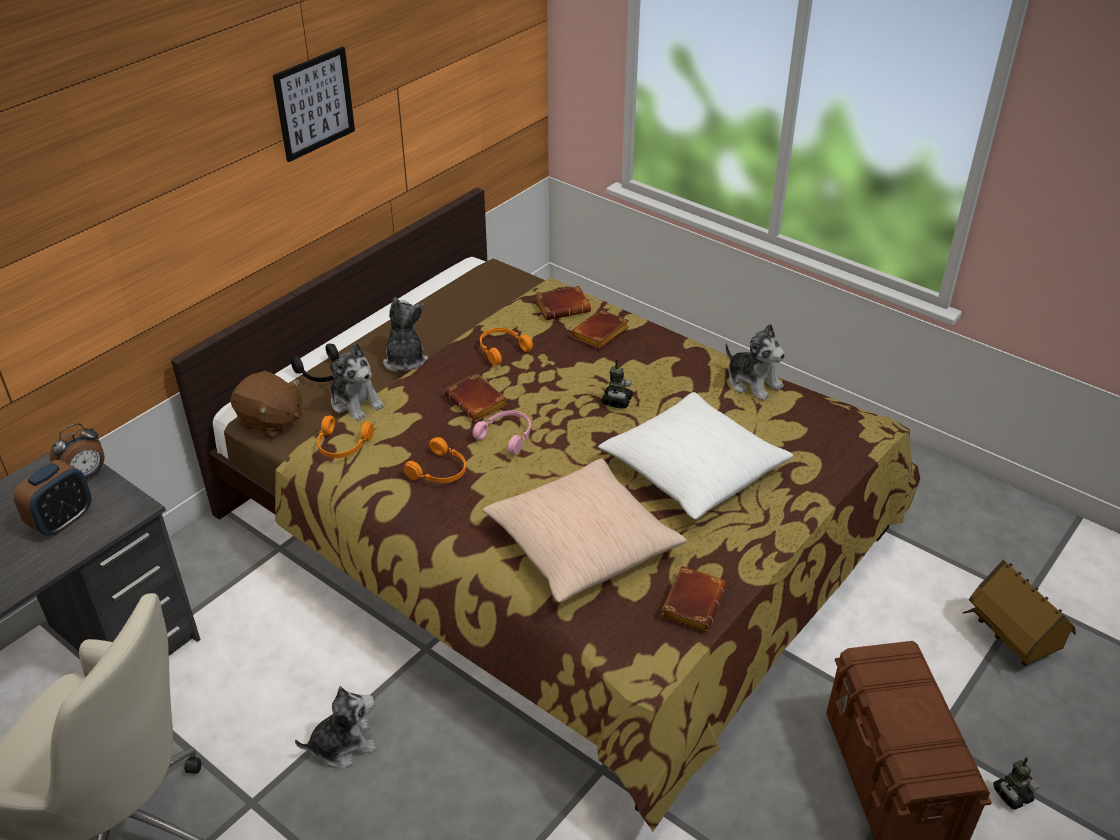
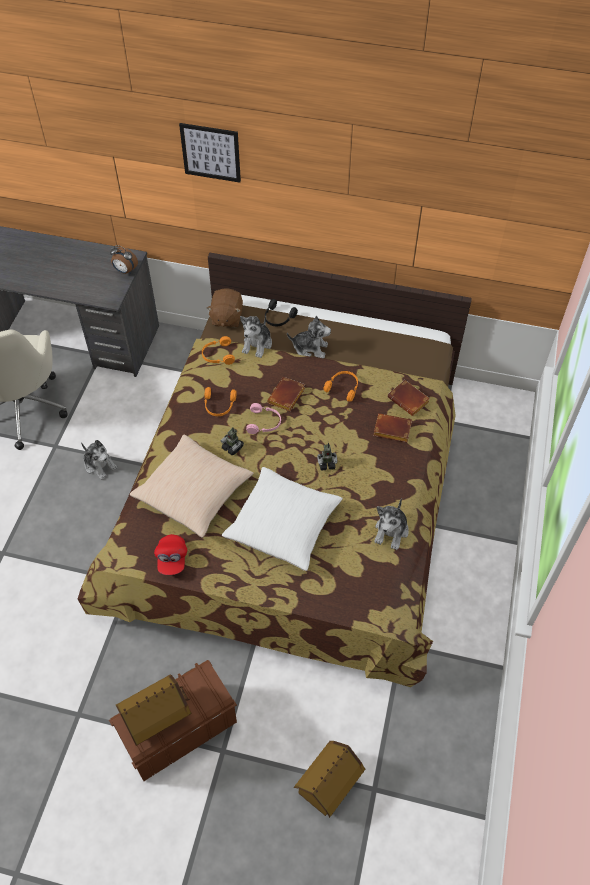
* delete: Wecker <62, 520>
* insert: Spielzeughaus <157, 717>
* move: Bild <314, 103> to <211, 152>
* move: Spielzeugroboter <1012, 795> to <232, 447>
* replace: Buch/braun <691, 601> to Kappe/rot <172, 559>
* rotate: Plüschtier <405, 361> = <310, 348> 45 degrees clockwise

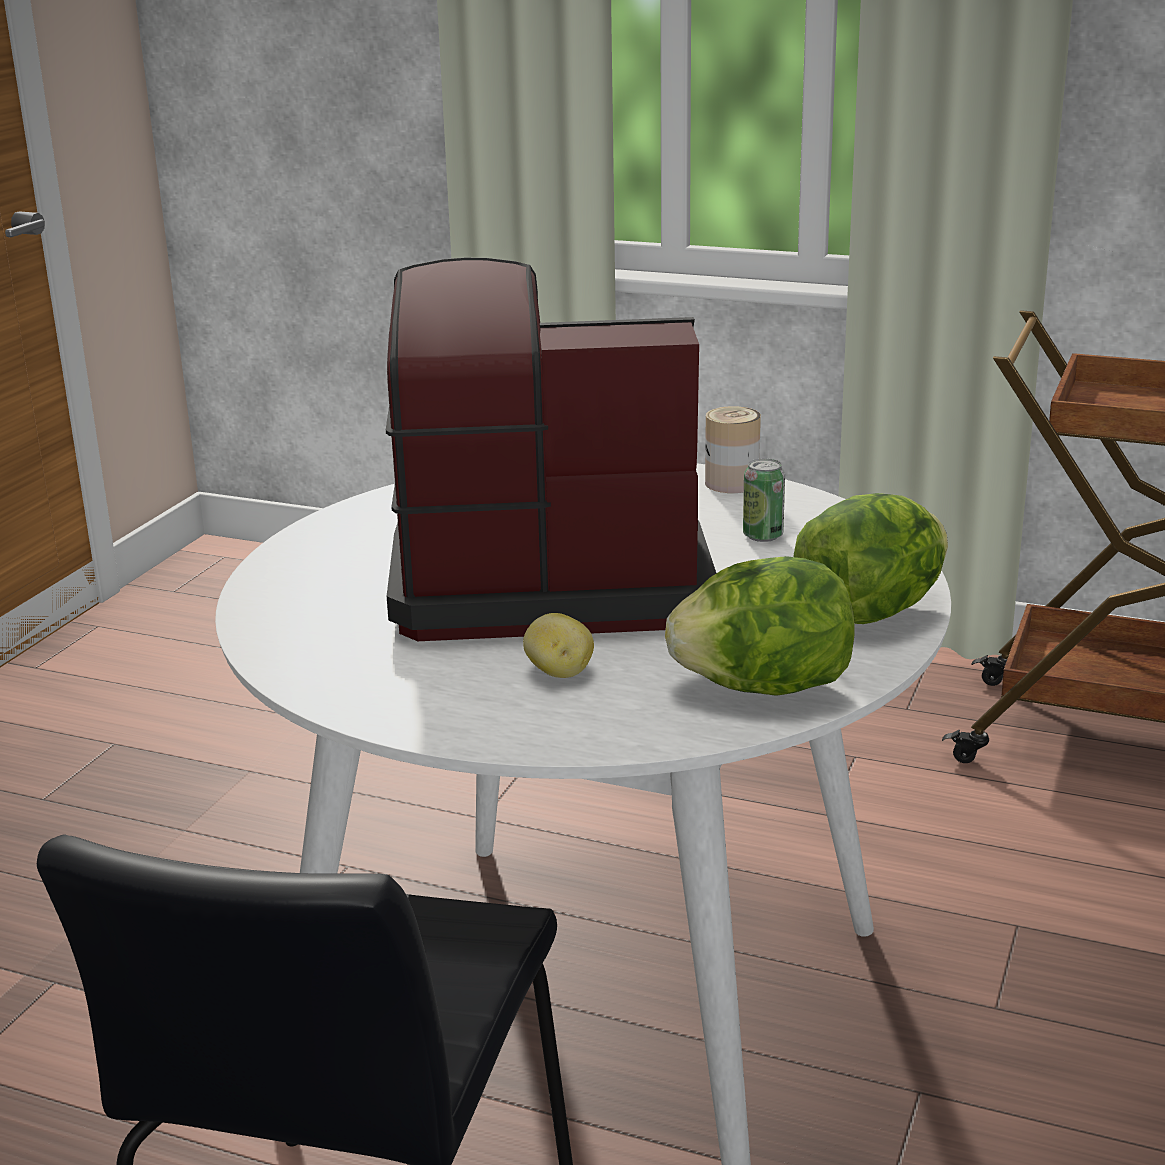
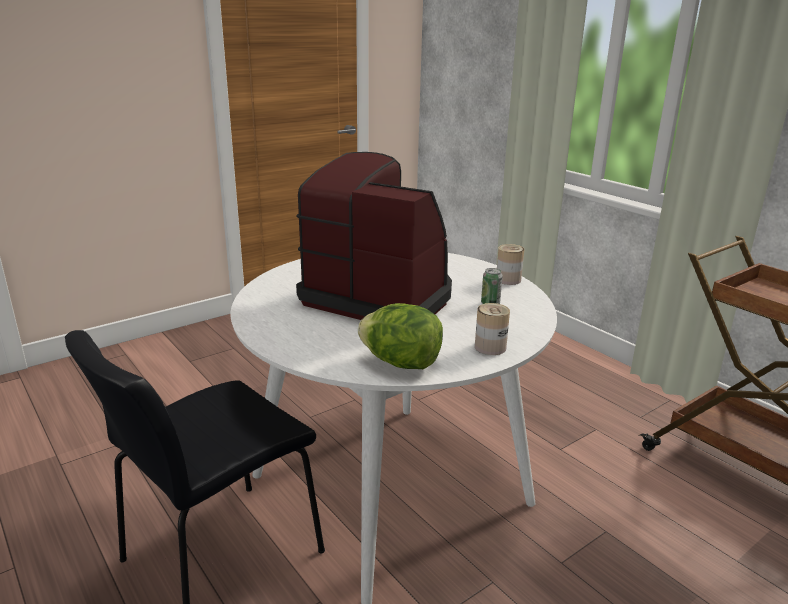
* delete: Kartoffel <558, 672>
* replace: Salatkopf <870, 612> to Dose <490, 347>

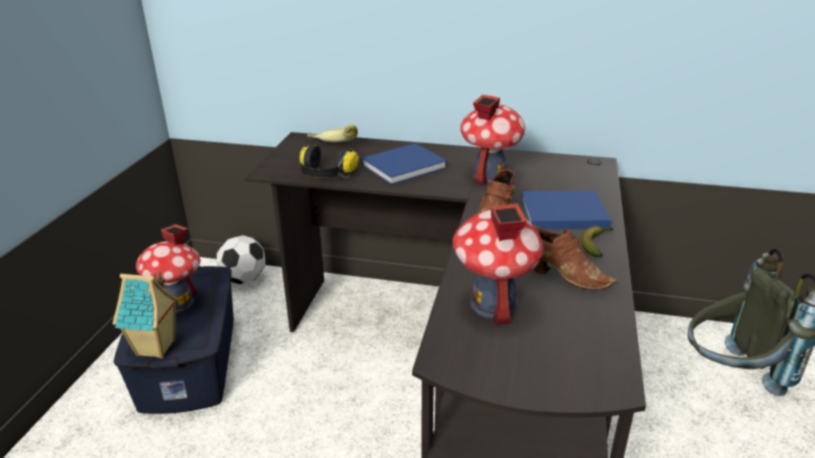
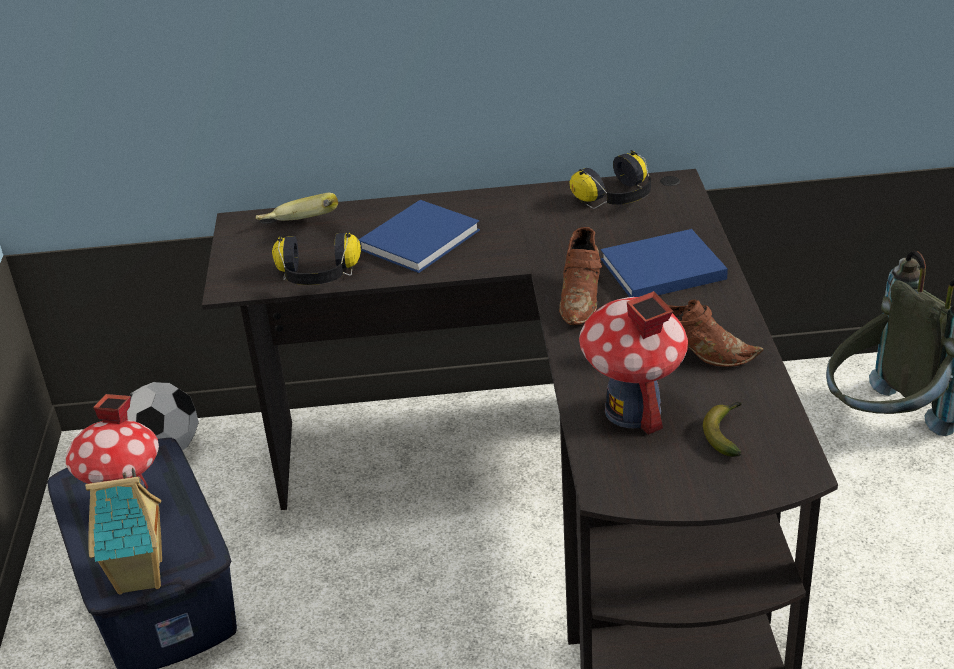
* delete: Spielzeughaus <489, 175>
* insert: Kopfhörer <617, 198>
* move: Banane <597, 244> to <726, 433>

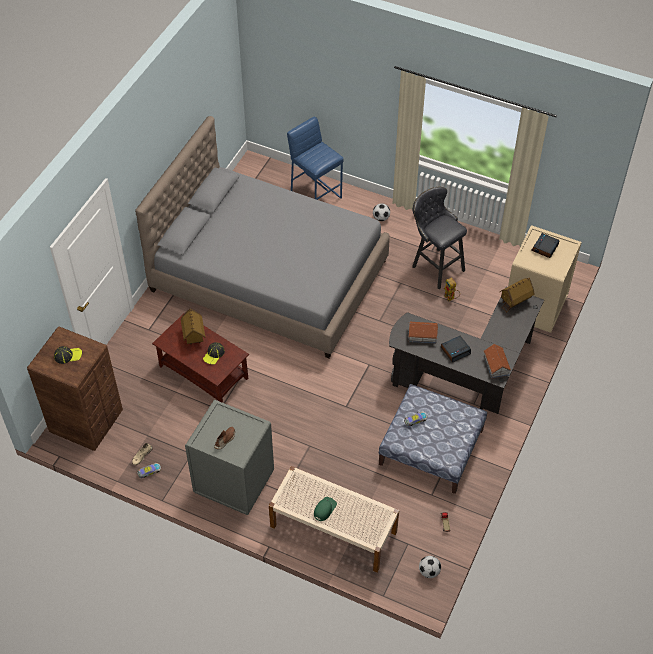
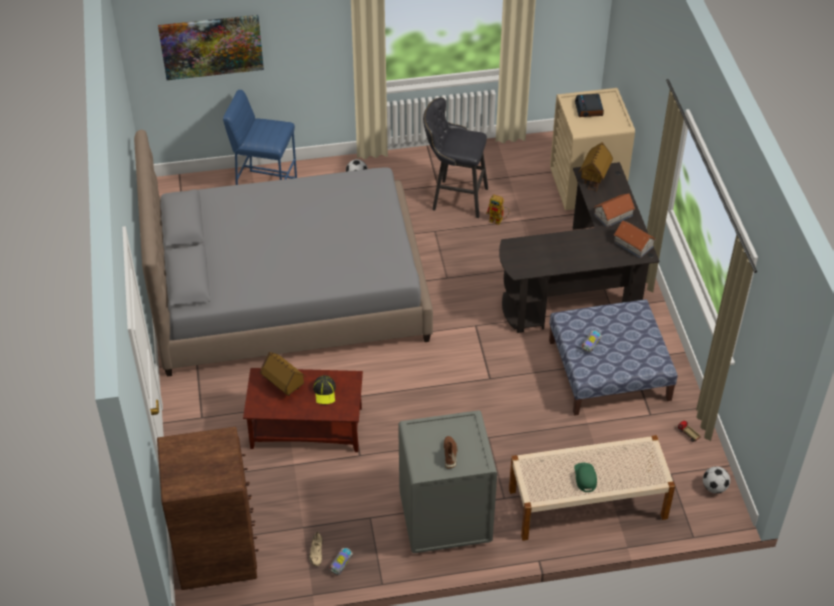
* delete: Kappe <68, 355>
* delete: Wecker <455, 350>
* insert: Bild <211, 46>
* move: Spielzeughaus <422, 335> to <613, 215>

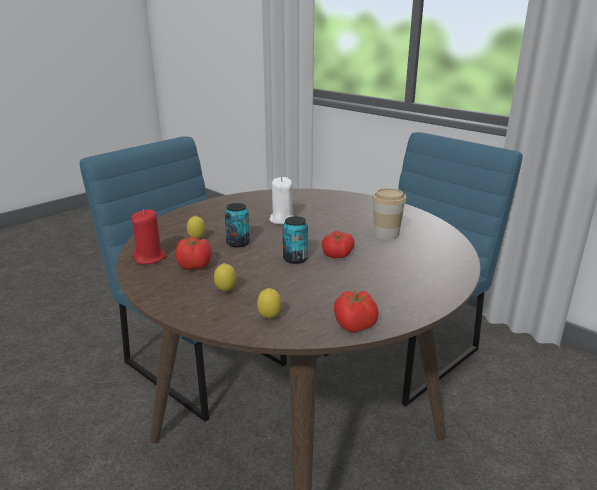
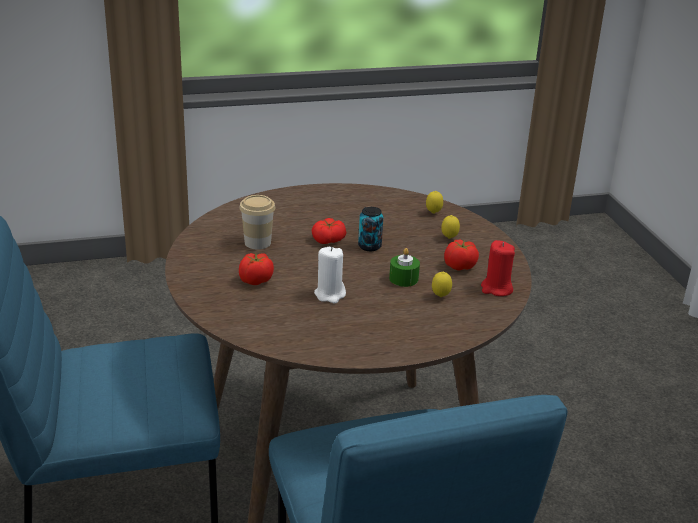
* move: Tomate <355, 326> to <255, 281>
* replace: Dose <238, 243> to Kerze/grün <403, 279>

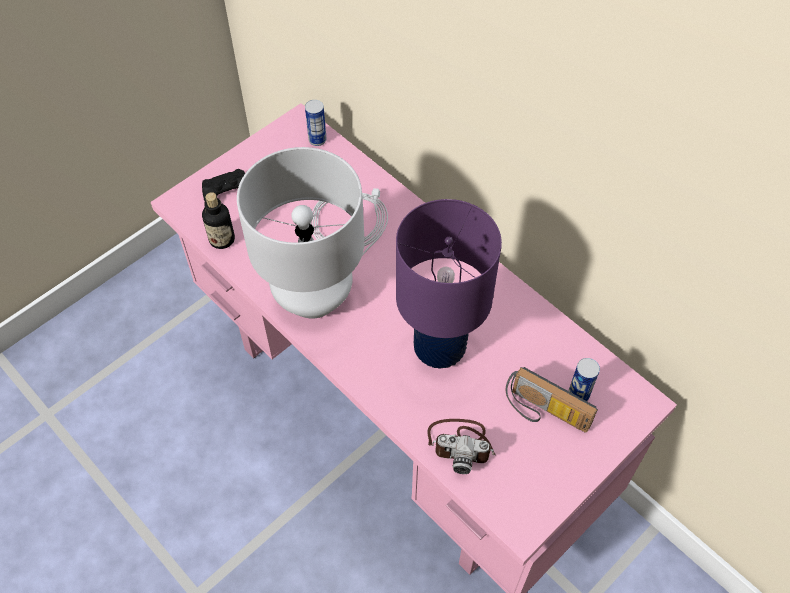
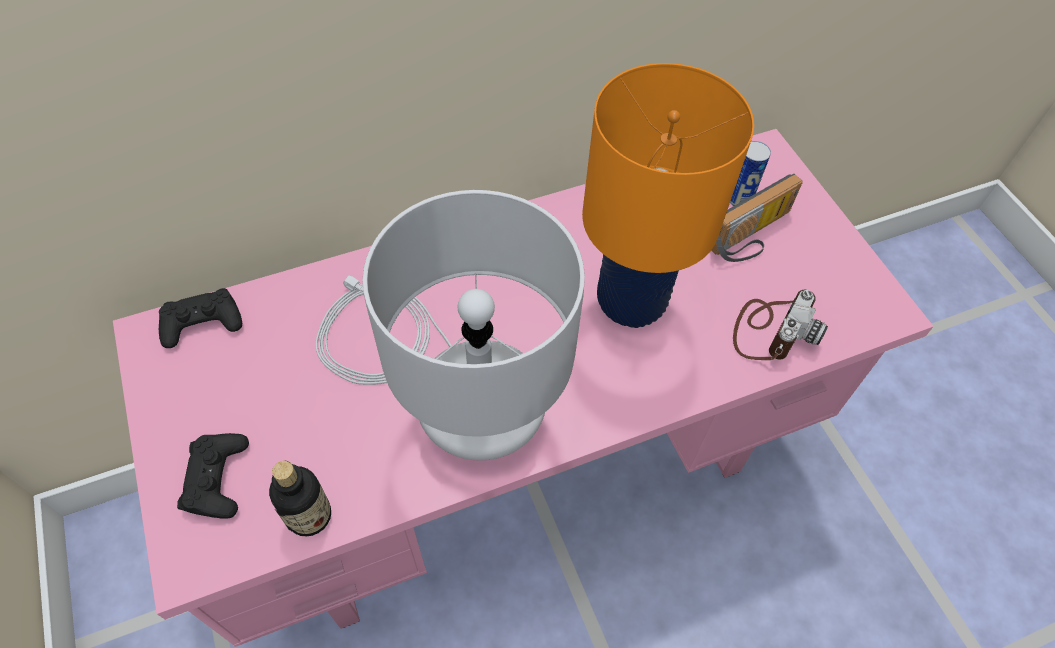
* replace: Dose <317, 140> to Gamepad/schwarz <202, 322>
* recolor: Tischlampe/lila <440, 349> to Tischlampe/orange <631, 303>

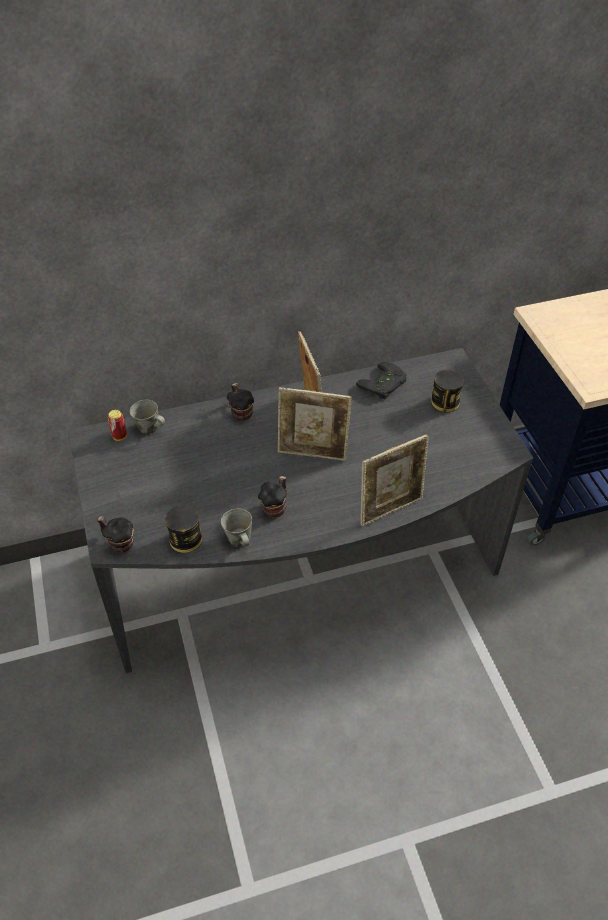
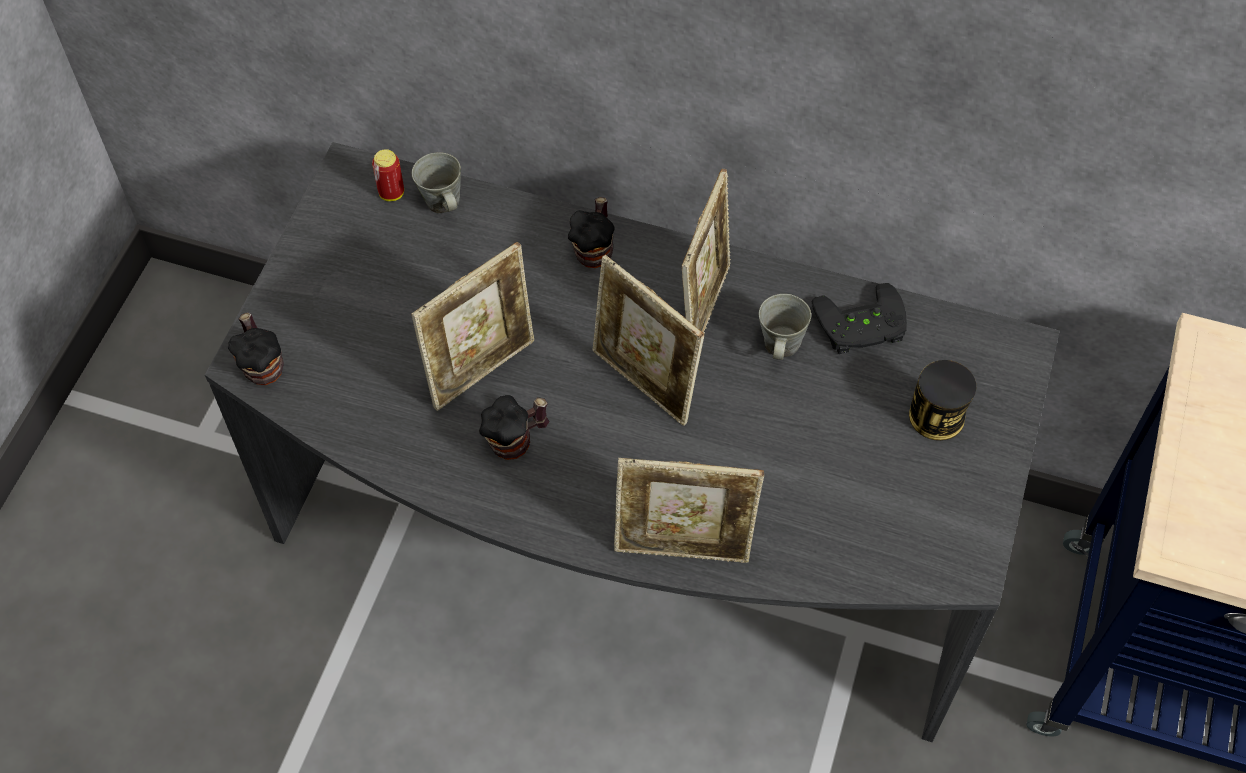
* delete: Dose <185, 539>
* insert: Bilderrahmen <482, 370>
* move: Henkelbecher/grau <239, 540> to <780, 345>

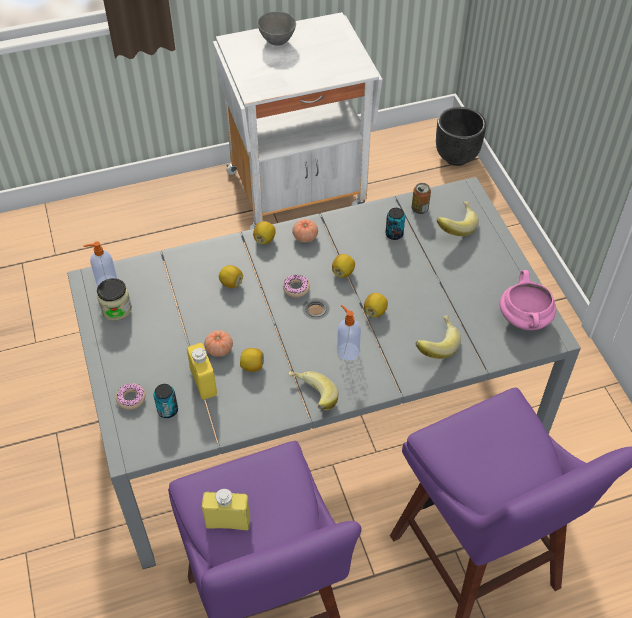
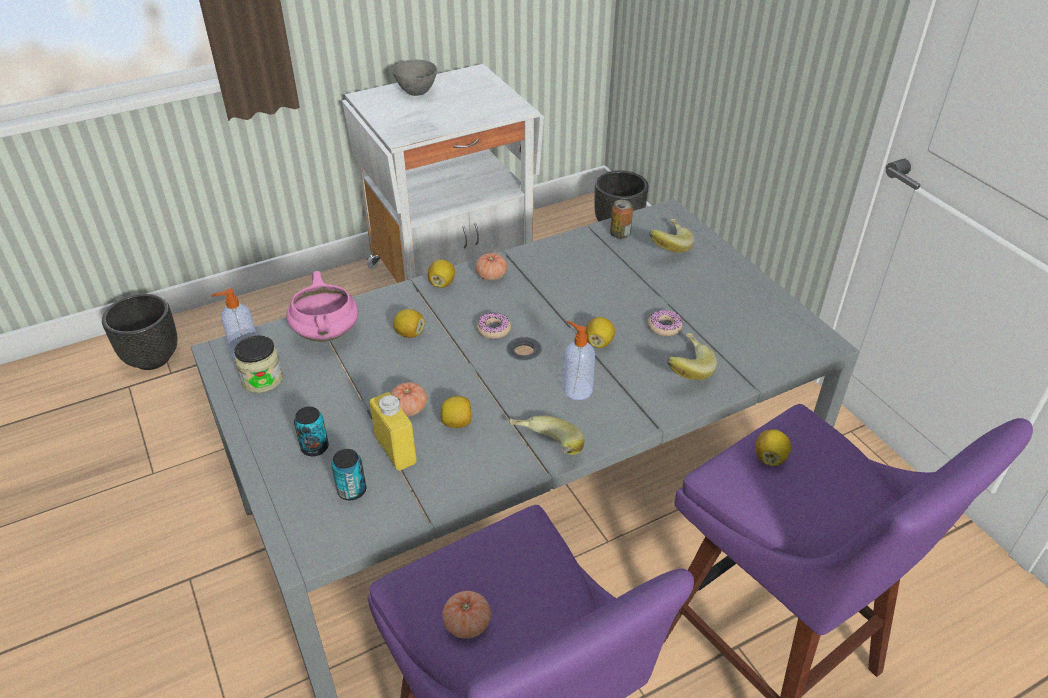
* insert: Pflanzkübel/schwarz <153, 358>
* move: Donut <131, 398> to <664, 327>
* move: Zitrone <343, 272> to <770, 458>
* move: Dose <394, 234> to <315, 447>
* move: Kochtopf/rosa <525, 320> to <327, 334>
* replace: Flasche/gelb <228, 522> to Tomate <467, 623>

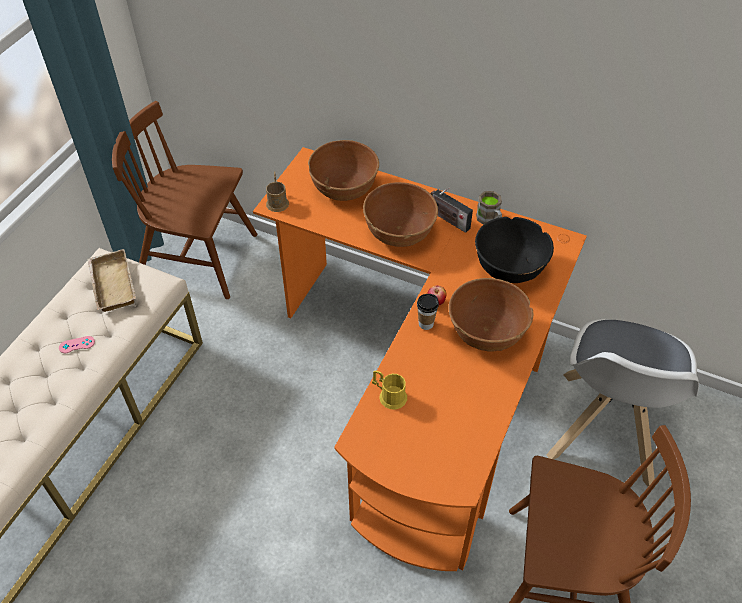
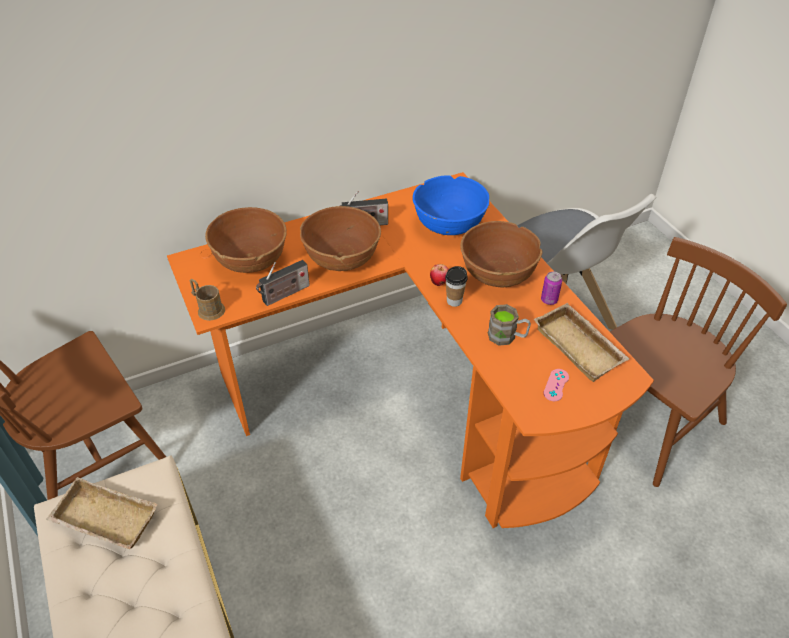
* delete: Henkelbecher/gelb <389, 395>
* insert: Radio <284, 295>
* insert: Tablett/beige <581, 346>
* insert: Dose <549, 300>
* move: Gamepad/rosa <77, 345> to <556, 385>
* move: Henkelbecher/braun <490, 220> to <507, 336>
* recolor: Schüssel/schwarz <509, 267> to Schüssel/blau <449, 224>

